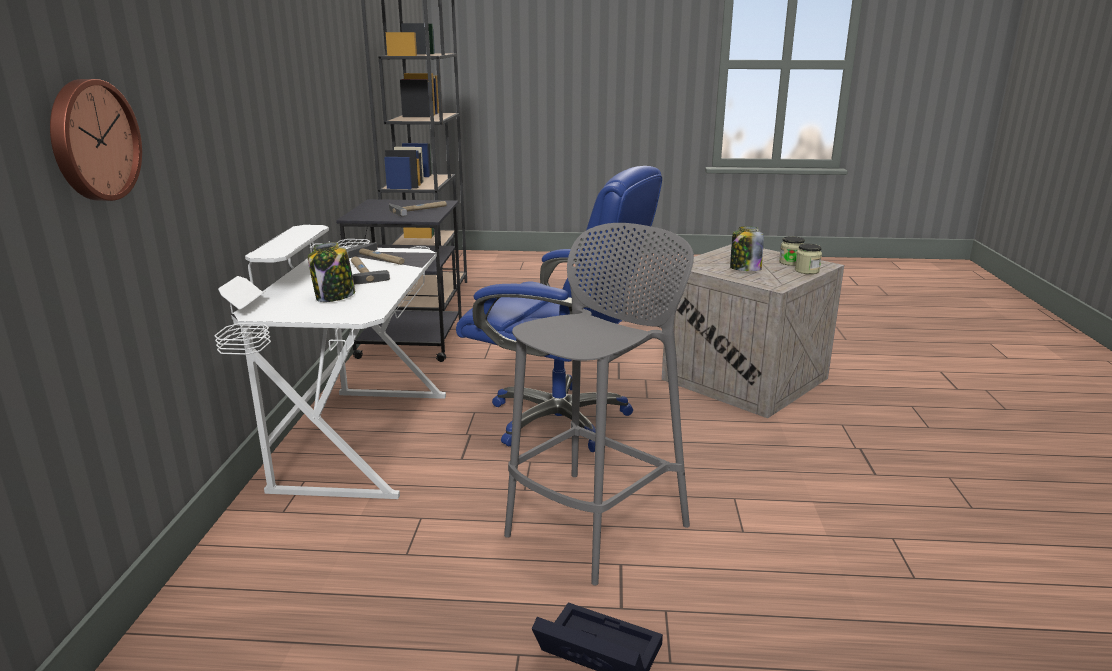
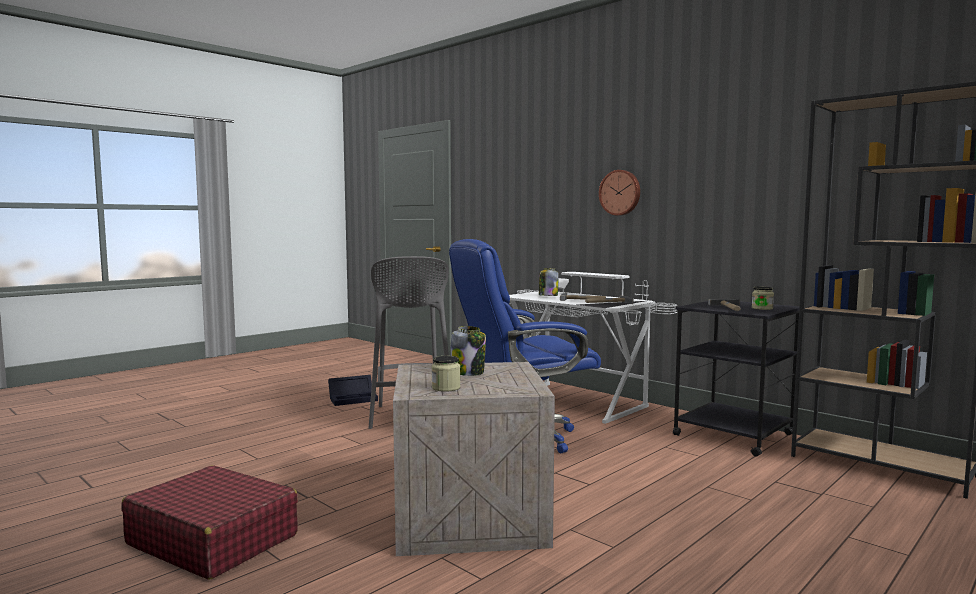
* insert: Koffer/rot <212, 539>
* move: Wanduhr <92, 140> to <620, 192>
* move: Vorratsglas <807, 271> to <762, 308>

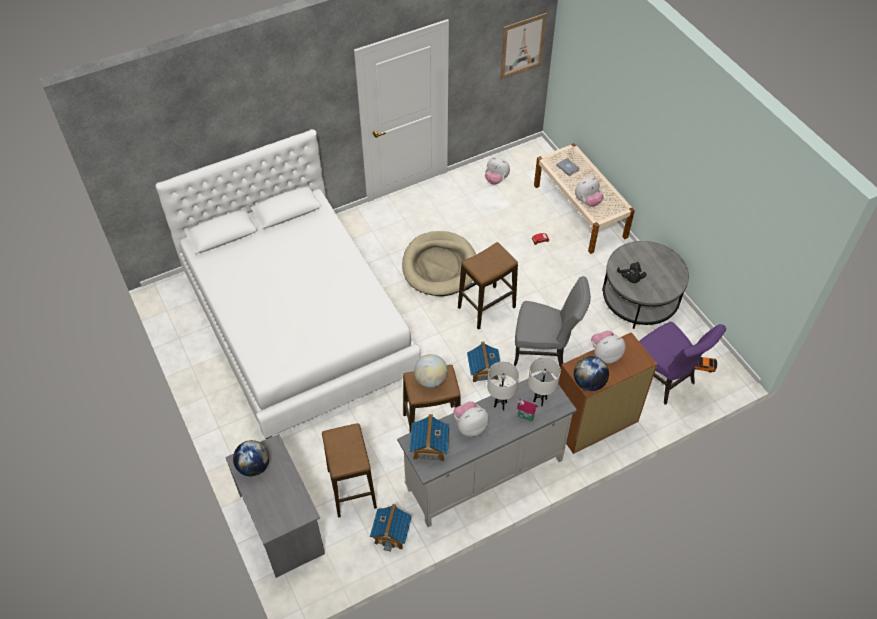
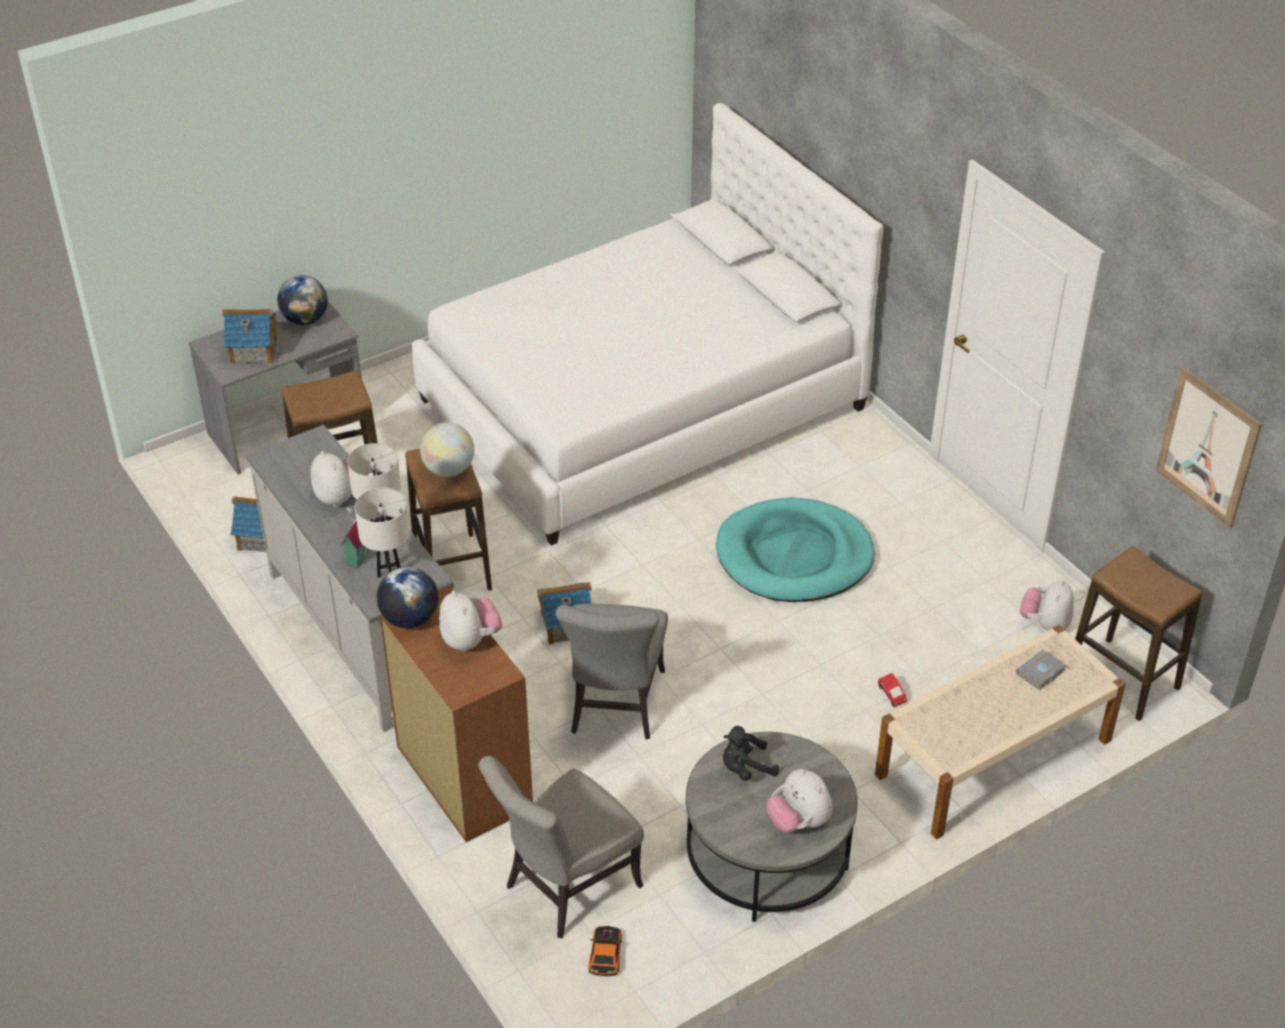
* move: Spielzeughaus <429, 447> to <253, 350>
* move: Hocker <486, 307> to <1123, 679>
* move: Plüschtier <587, 201> to <798, 822>
* recolor: Hundebett/beige <439, 266> to Hundebett/türkis <794, 556>
* recolor: Stuhl/lila <664, 379> to Stuhl/grau <565, 888>

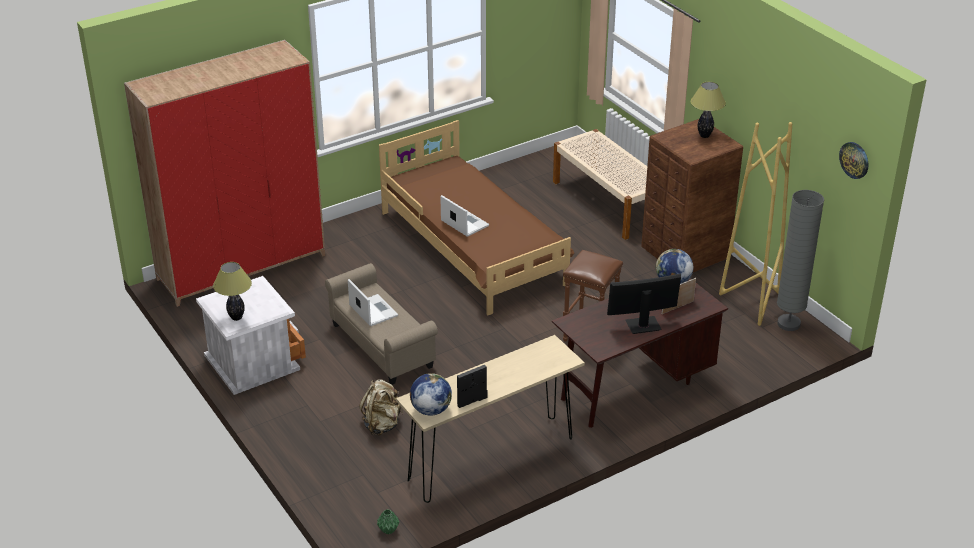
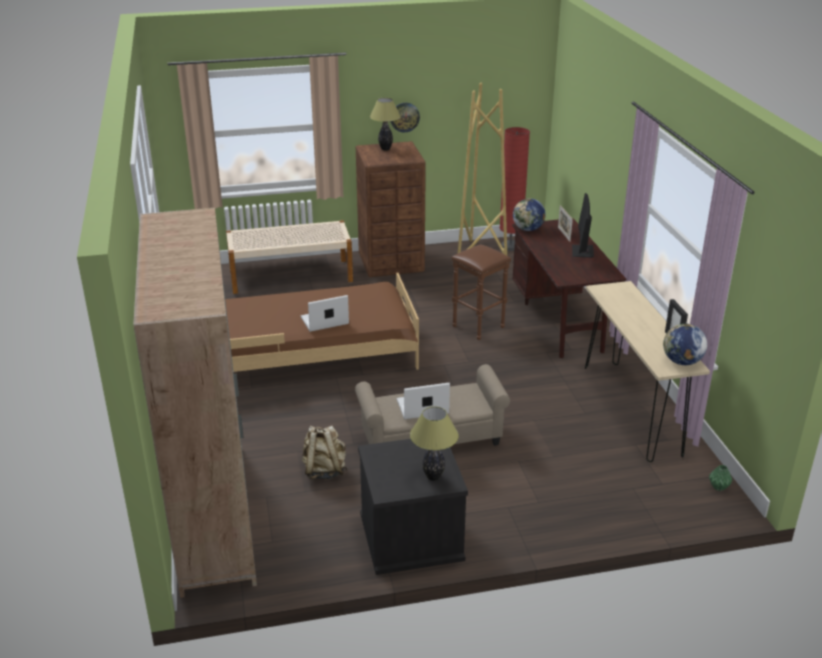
* move: Rucksack/beige <382, 424> to <324, 470>
* move: Wanduhr <854, 160> to <404, 117>
* recolor: Kleiderschrank/rot <242, 266> to Kleiderschrank/grau <212, 514>
* recolor: Nachttisch/weiß <256, 360> to Nachttisch/schwarz <408, 532>
* recolor: Stehlampe/grau <788, 324> to Stehlampe/rot <510, 247>

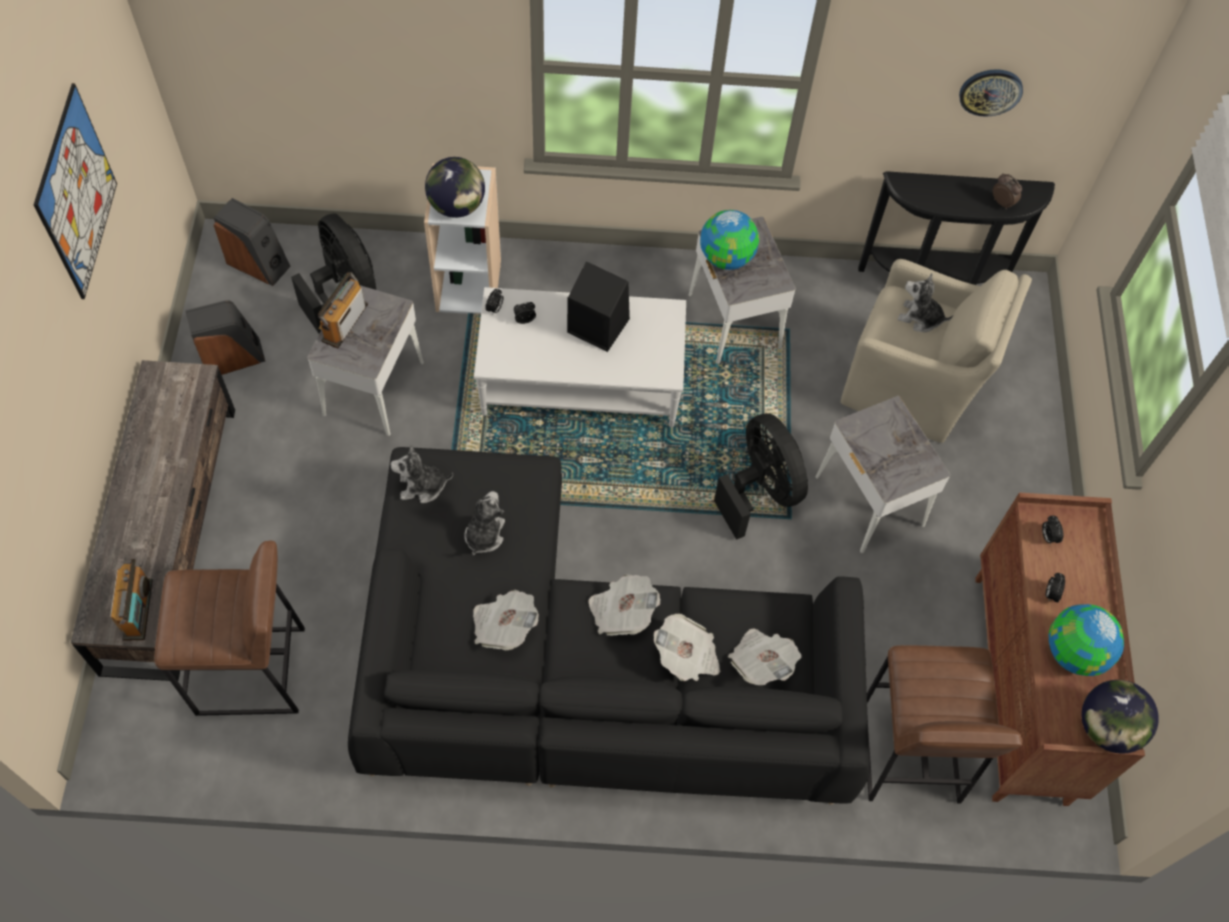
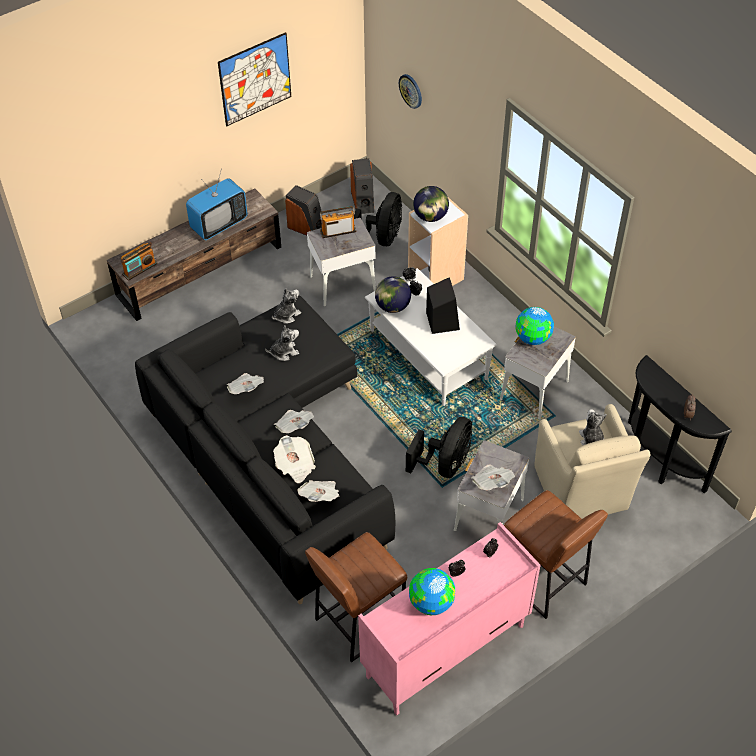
* insert: Fernseher <219, 224>
* insert: Zeitung <492, 483>
* move: Hocker/braun <253, 671> to <543, 580>
* move: Wanduhr <990, 91> to <411, 91>
* move: Globus <1106, 728> to <392, 306>
* recolor: Schrank/braun <1020, 688> to Schrank/rosa <444, 651>
* rotate: Plüschtier <422, 486> = <286, 315> 90 degrees clockwise

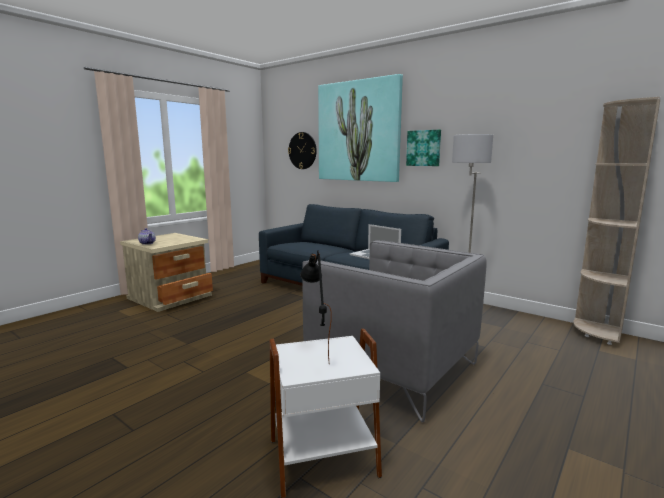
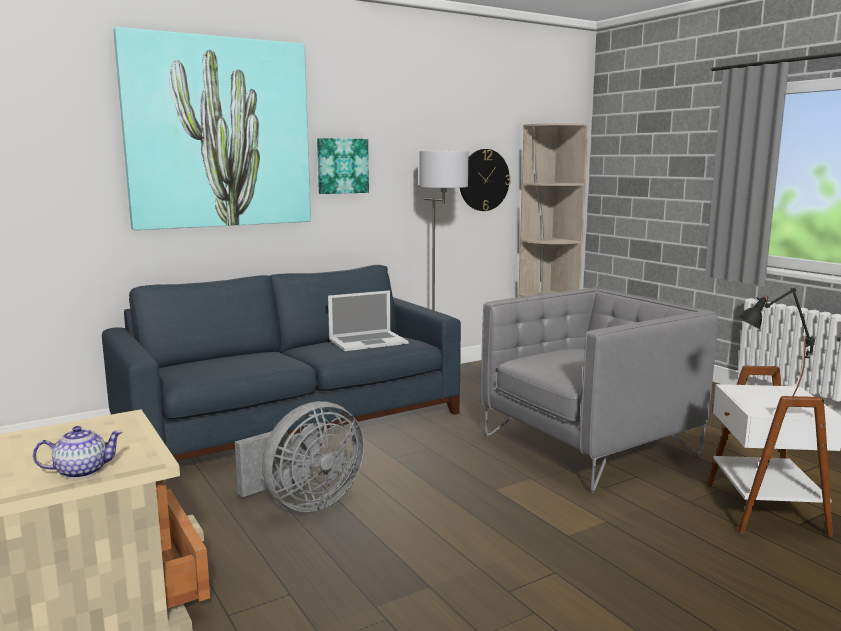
* insert: Ventilator/grau <305, 503>
* move: Wanduhr <302, 150> to <483, 180>

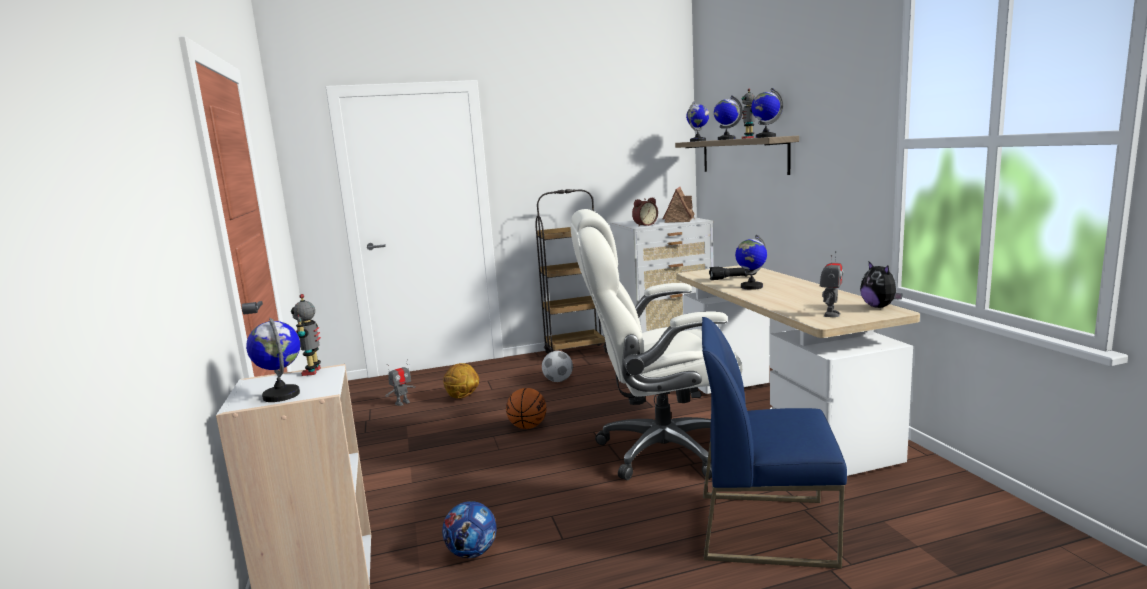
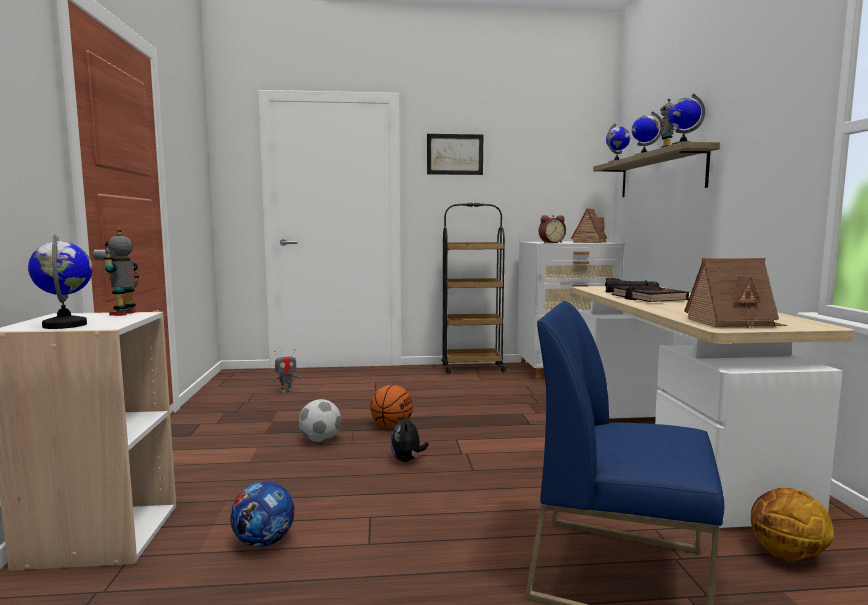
* delete: Bürostuhl/weiß <660, 451>
* insert: Bild <455, 154>
* move: Basketball <462, 397> to <786, 555>
* move: Fußball <558, 381> to <320, 440>
* move: Plüschtier <879, 307> to <407, 460>
* replace: Globus <751, 287> to Buch/schwarz <648, 299>
* replace: Spielzeugroboter <830, 314> to Spielzeughaus <733, 322>

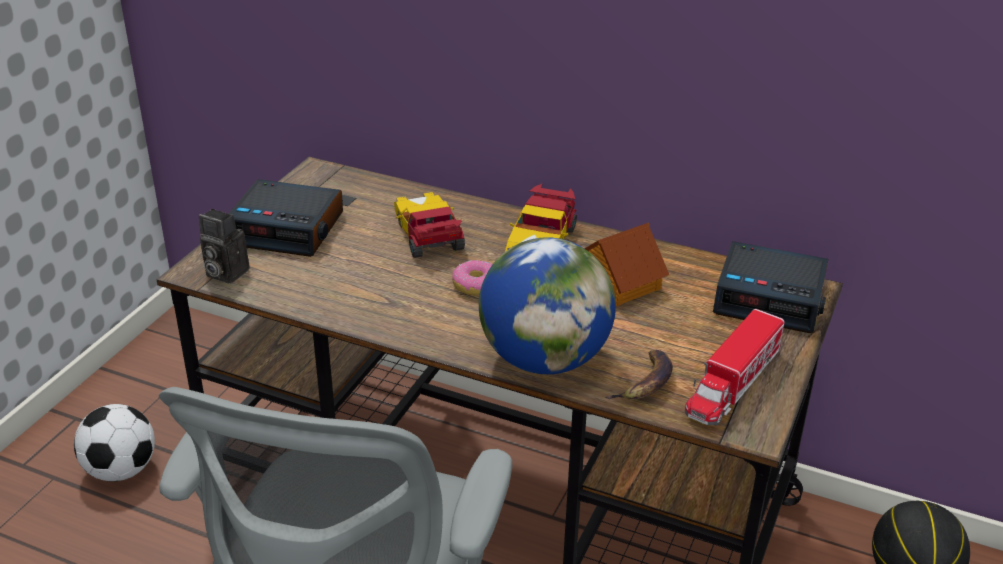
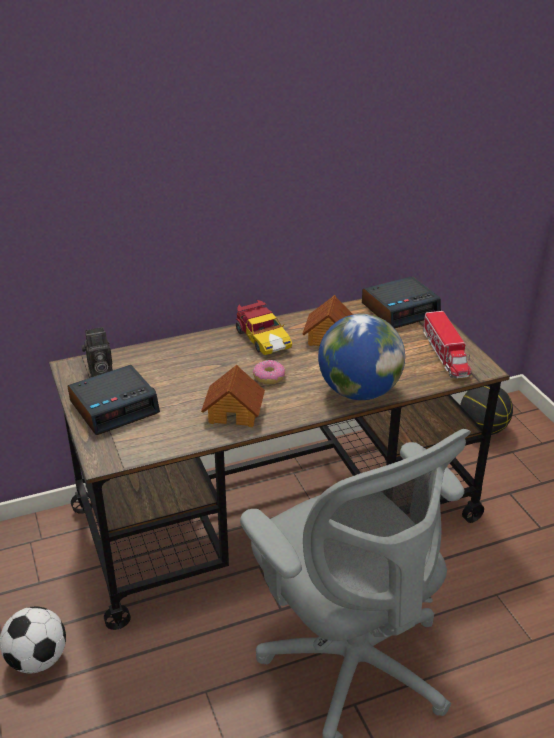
* delete: Spielzeugauto <428, 236>
* delete: Banane <645, 383>
* insert: Spielzeughaus <234, 412>
* move: Kamera <224, 273> to <99, 370>

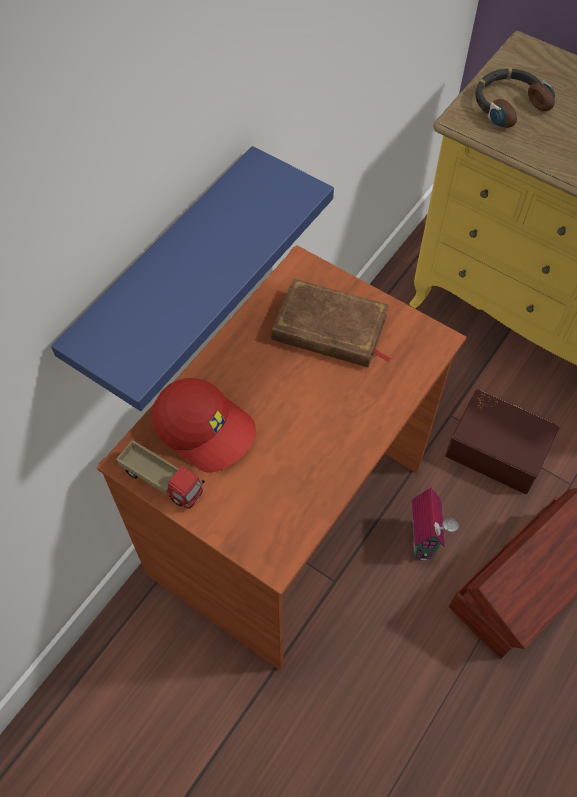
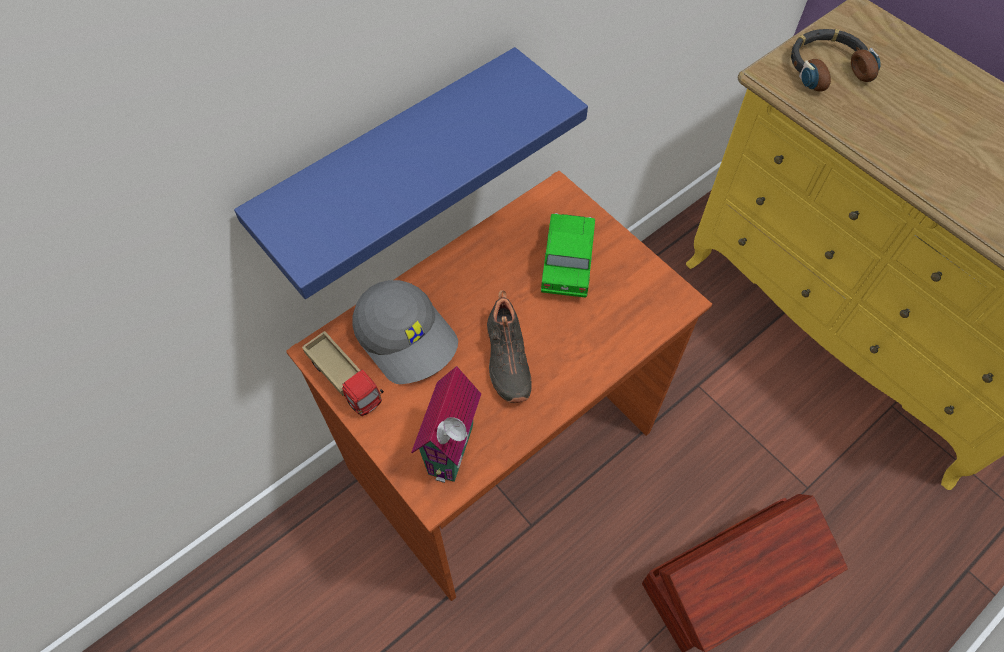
* delete: Aufbewahrungsbox/braun <497, 448>
* insert: Schuh/schwarz <505, 359>
* move: Spielzeughaus <425, 540> to <455, 451>
* replace: Buch/braun <330, 329> to Spielzeugauto <567, 263>
* recolor: Kappe/rot <206, 428> to Kappe/grau <407, 337>

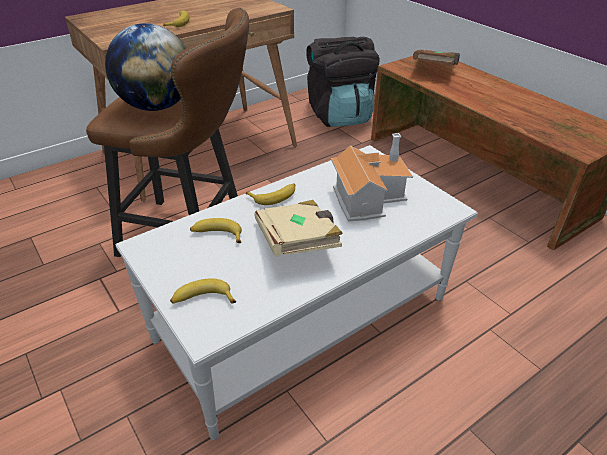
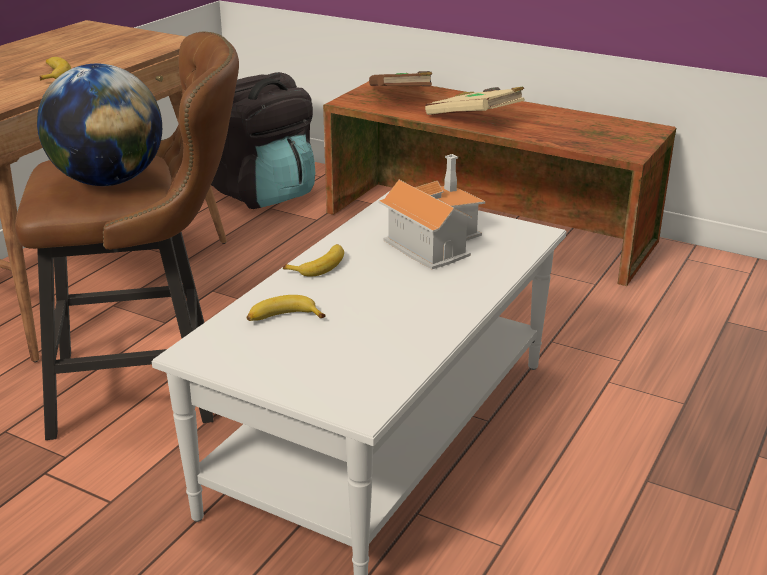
* delete: Banane <202, 299>
* move: Buch/beige <298, 243> to <474, 120>

